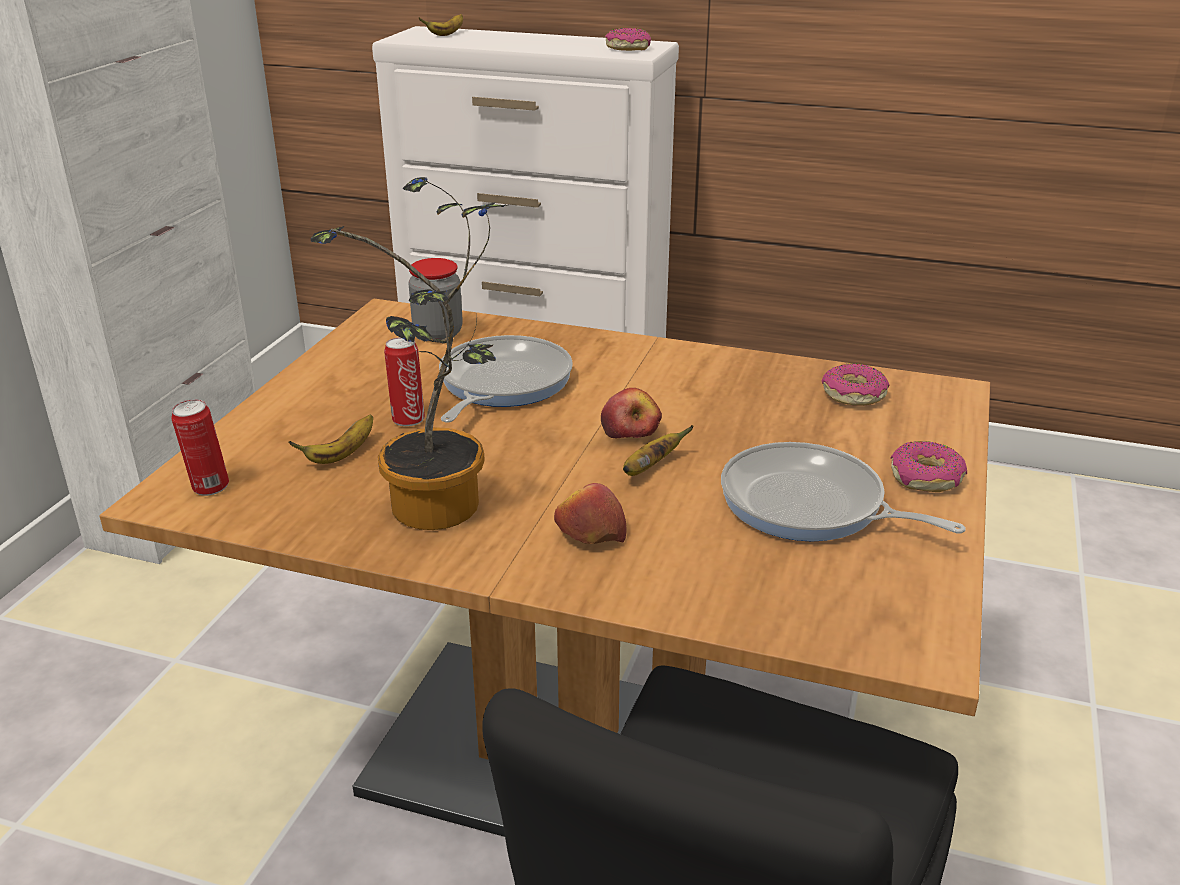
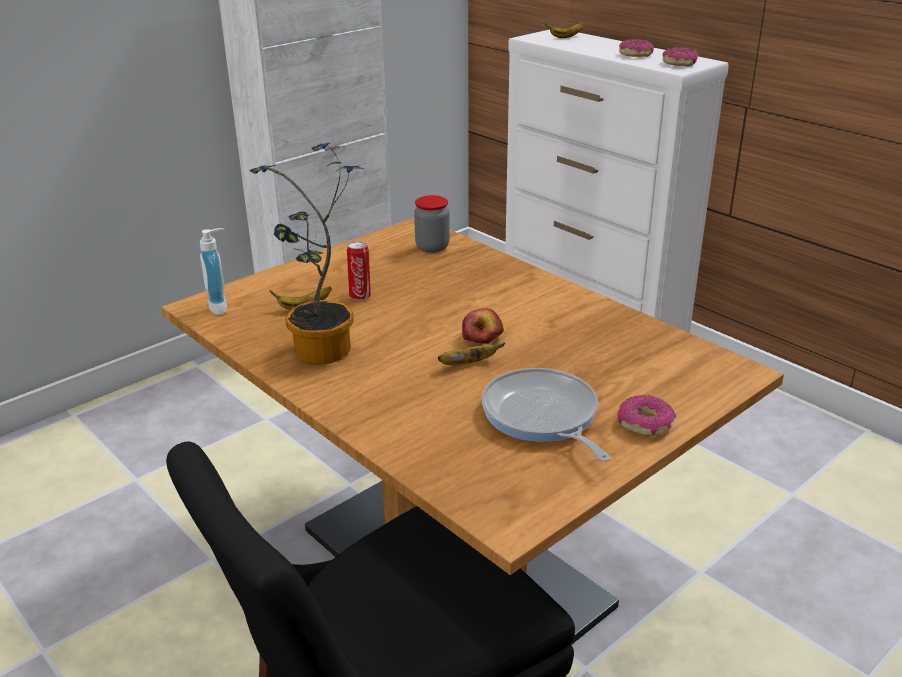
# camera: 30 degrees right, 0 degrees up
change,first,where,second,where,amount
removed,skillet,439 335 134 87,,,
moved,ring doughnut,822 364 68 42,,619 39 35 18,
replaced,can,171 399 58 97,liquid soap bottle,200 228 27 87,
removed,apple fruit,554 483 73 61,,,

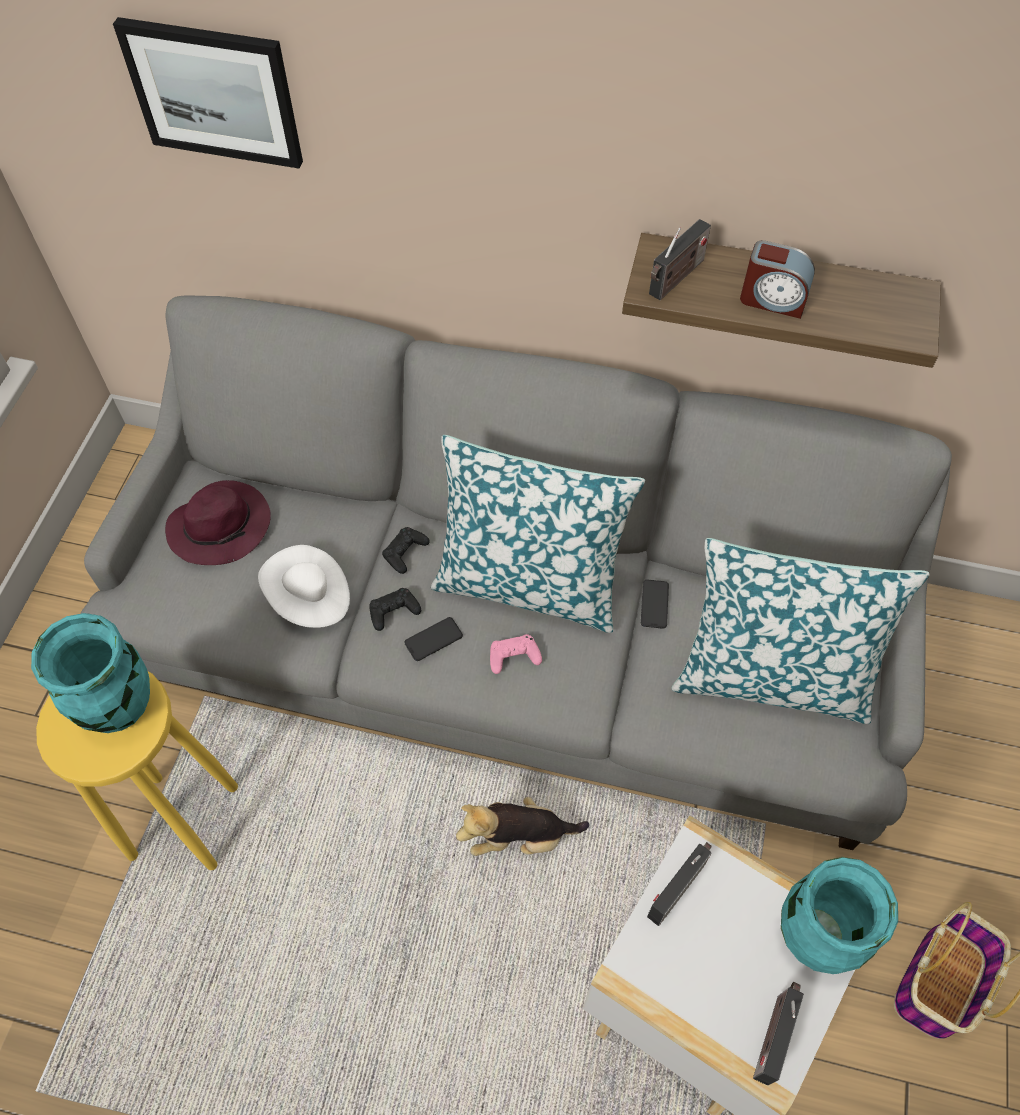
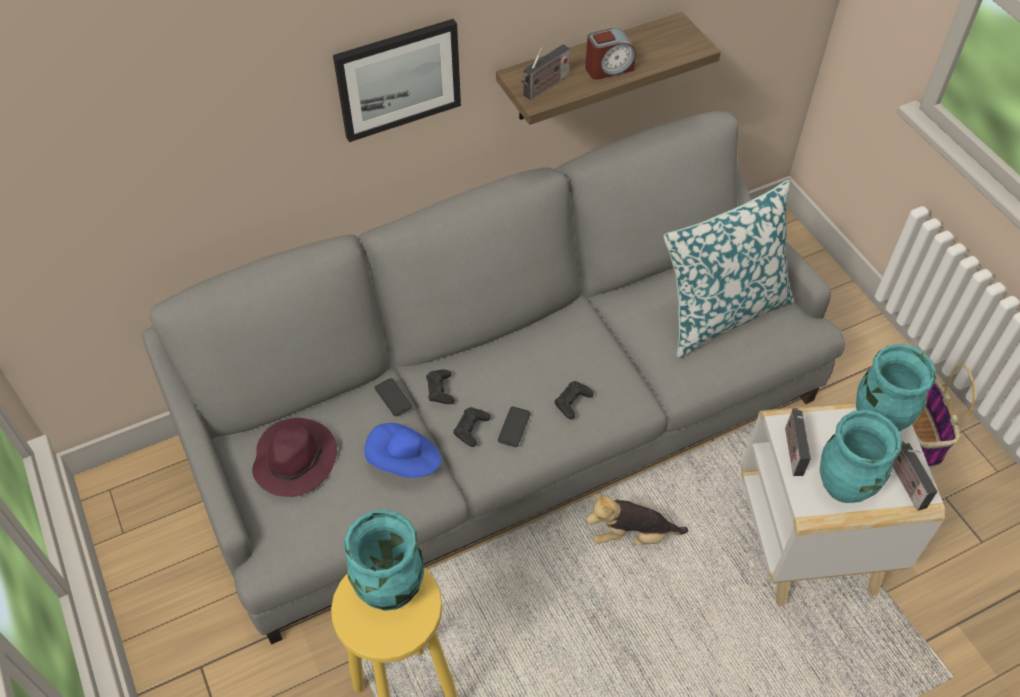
# camera: 40 degrees left, 5 degrees down
change,first,where,second,where,amount
moved,wall picture,113 17 190 151,,333 19 128 123,
turned,radio receiver,649 219 62 81,,521 44 49 56,45 degrees clockwise
removed,pillow,431 435 214 198,,,
recoloured,hat in whitish,258 545 92 83,hat in blue,364 423 78 55,
moved,handset,641 579 28 50,,375 378 37 38,
recoloured,game controller in pinkish,490 634 52 40,game controller in black-coloured,555 381 38 38,
turned,soft toy,456 797 133 59,,586 494 102 51,45 degrees clockwise
added,,,decorative vase in blue-green,819 410 83 93,

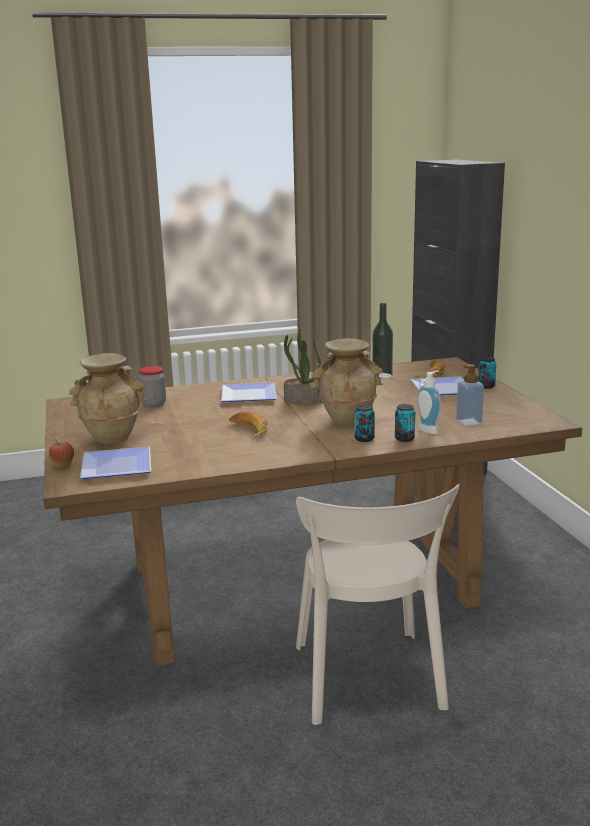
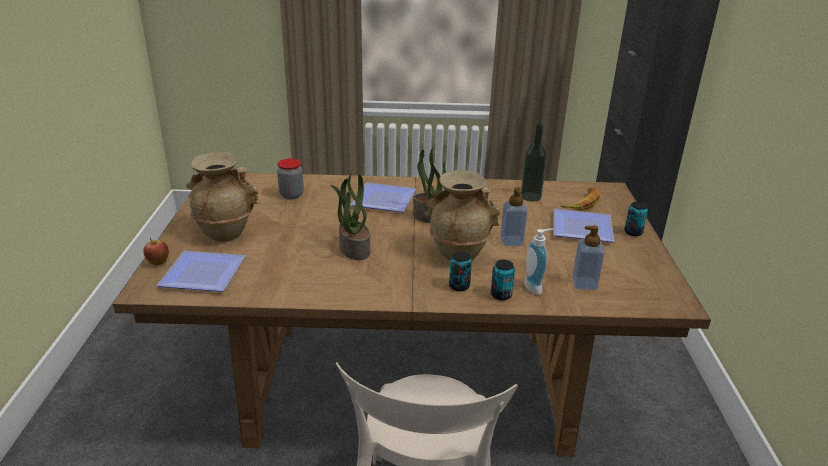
# camera: 15 degrees right, 10 degrees up
change,first,where,second,where,amount
replaced,banana fruit,229 412 39 26,houseplant,331 173 39 87,
added,,,liquid soap bottle,500 187 28 59,

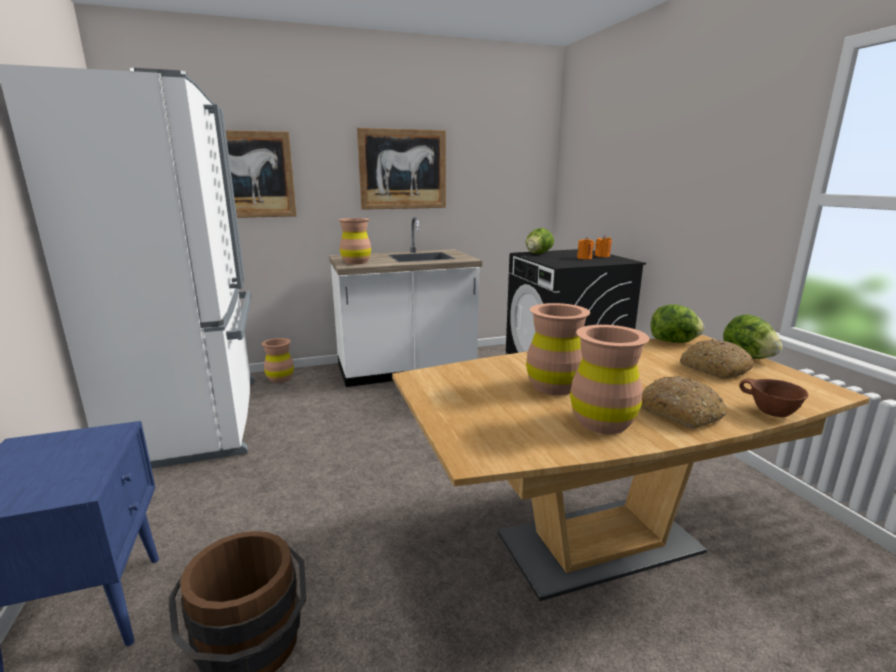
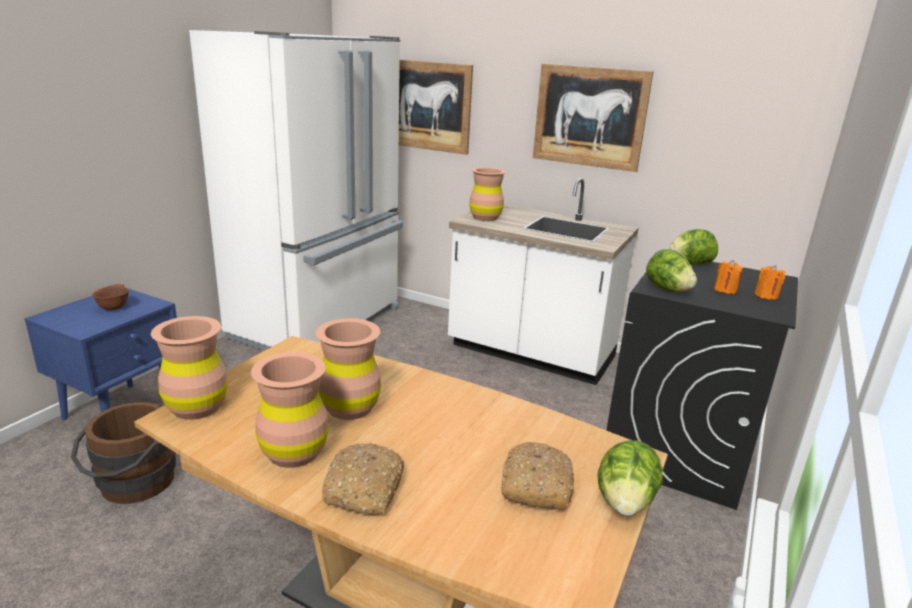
# camera: 45 degrees right, 5 degrees up
change,first,where,second,where,amount
moved,lettuce head,651 304 53 39,,646 249 51 43,
moved,decorative vase in brownish,261 338 33 45,,151 316 77 104,
moved,bowl in brownish,739 378 69 39,,92 284 37 26,

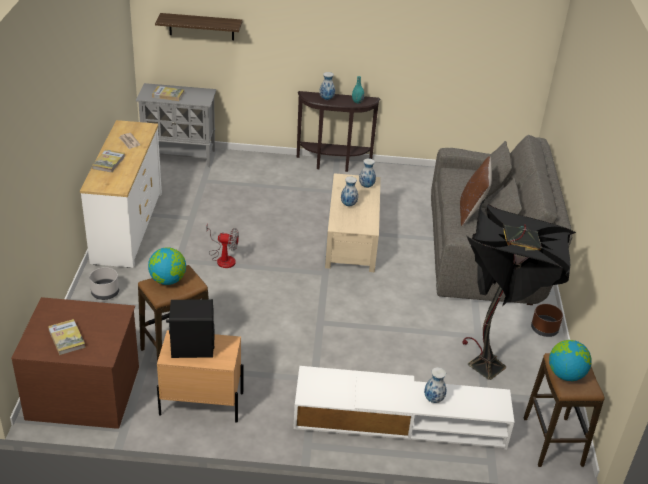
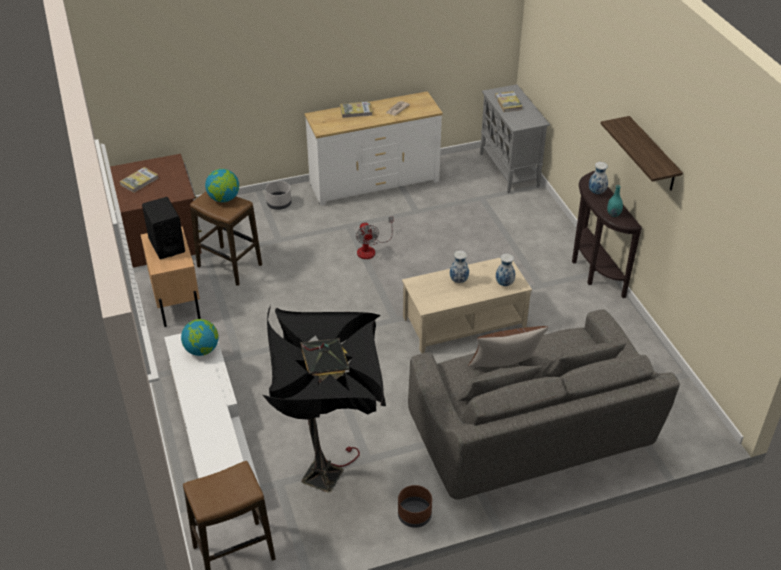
# camera: 70 degrees right, 5 degrees up
change,first,where,second,where,amount
moved,wall shelf,155 13 88 27,,601 116 82 75,
moved,desk globe,549 340 43 41,,181 319 37 37,
removed,decorative vase,424 367 23 36,,,

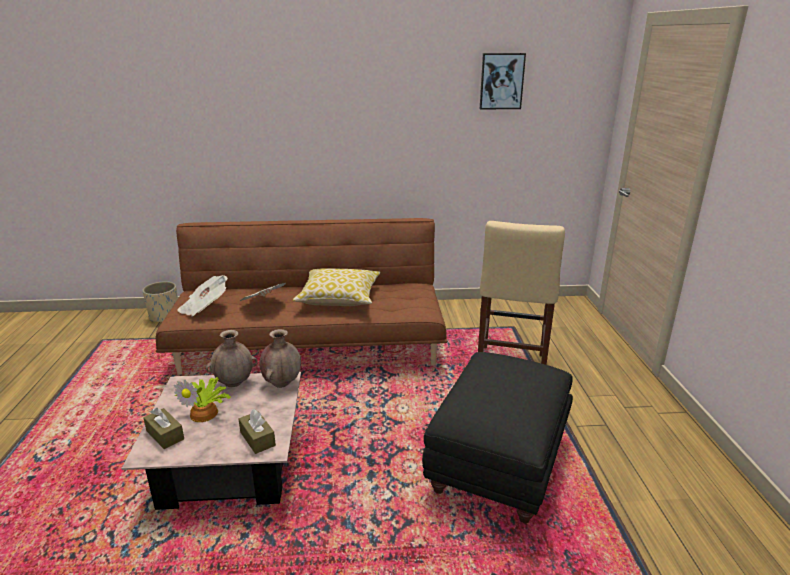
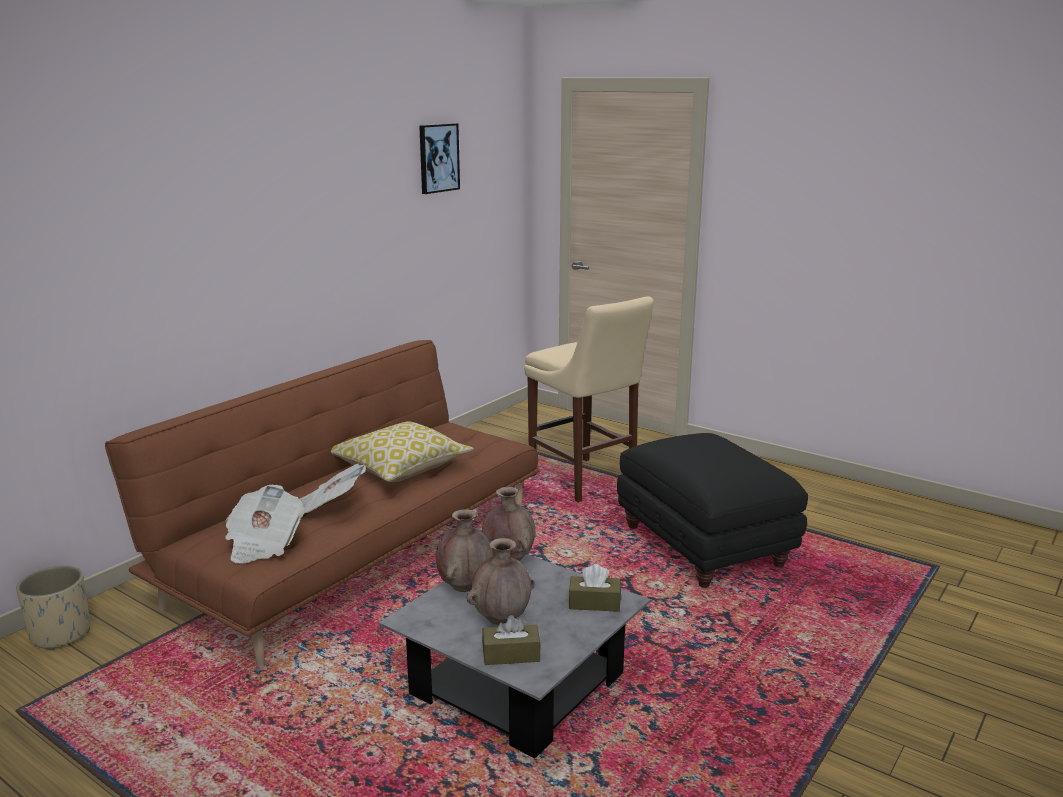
# camera: 50 degrees left, 5 degrees down
change,first,where,second,where,amount
recoloured,coffee table in pinkish,121 372 180 138,coffee table in grey,379 554 272 205,
replaced,houseplant,174 377 57 45,decorative vase in brownish,466 538 69 87,

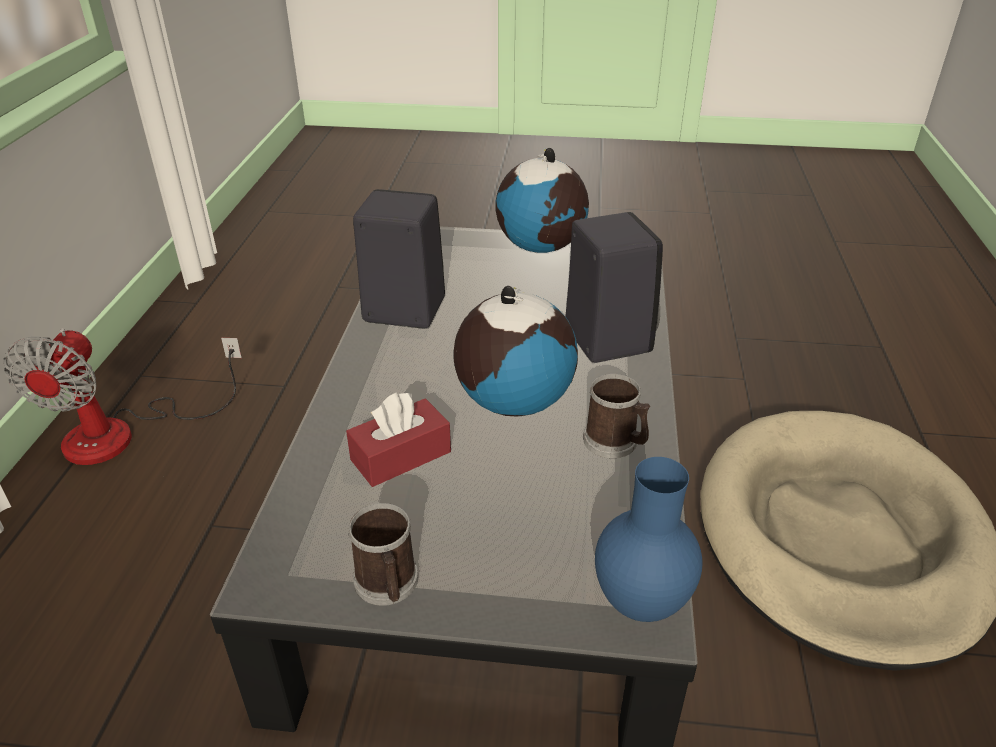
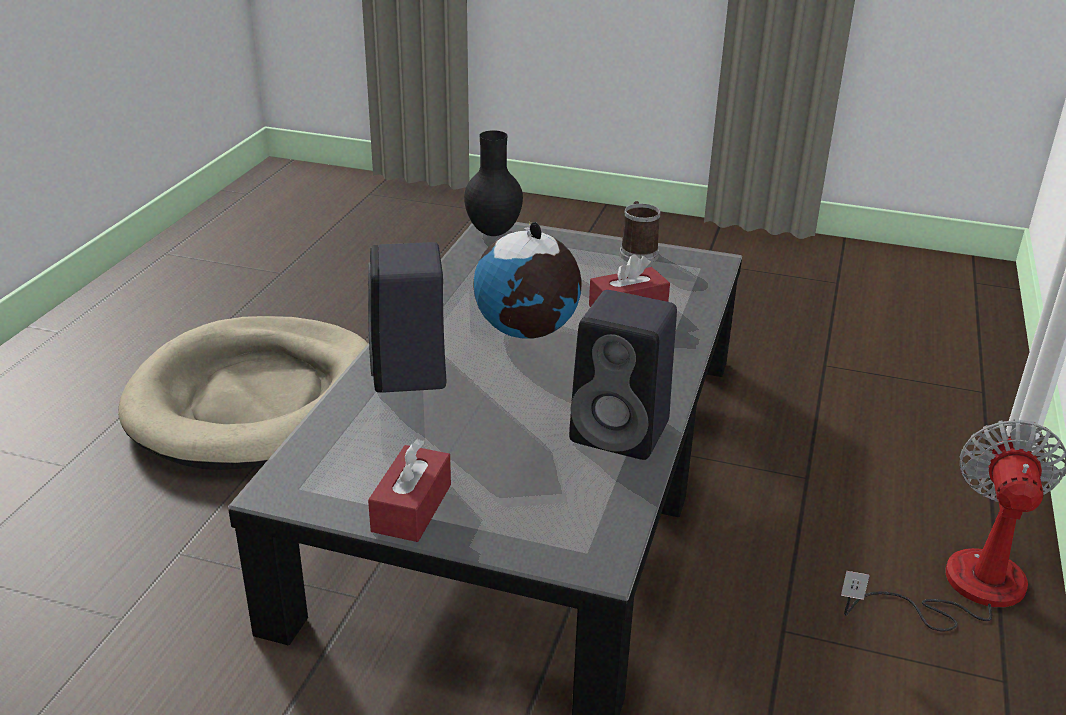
# camera: 170 degrees left, 5 degrees down
change,first,where,second,where,amount
replaced,desk globe,496 148 93 105,box of tissues in reddish,368 439 83 103,
removed,coffee mug,583 374 67 84,,,
recoloured,decorative vase in blue,595 457 108 165,decorative vase in black-coloured,464 130 59 106,

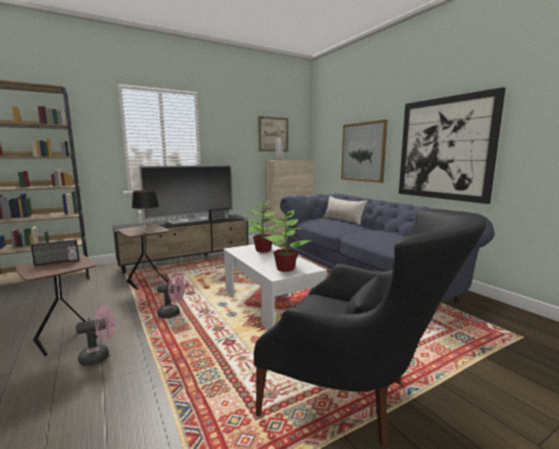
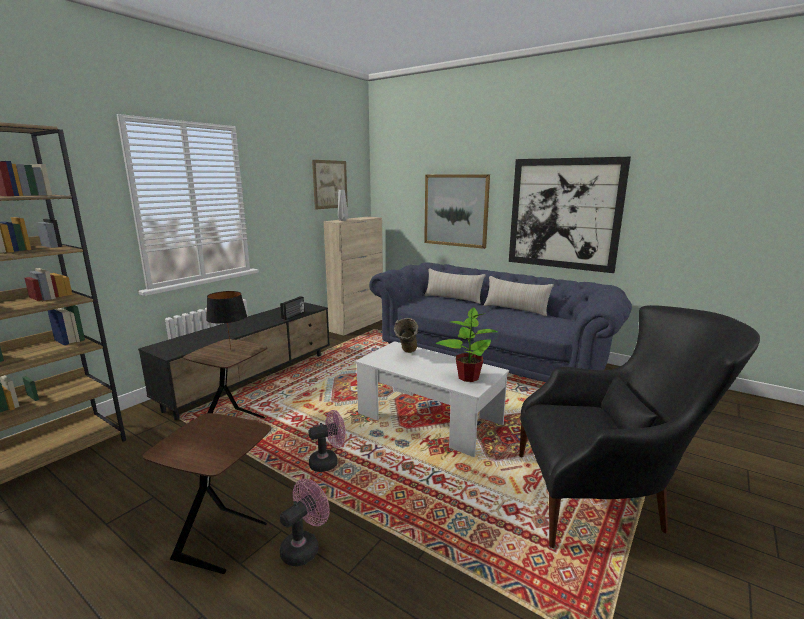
# camera: 25 degrees left, 5 degrees up
change,first,where,second,where,amount
removed,TV,139 165 94 59,,,
replaced,houseplant,243 201 44 52,decorative vase in beige-coloured,394 318 24 35,
removed,radio receiver,31 239 48 27,,,
added,,,pillow in beige-coloured,484 276 70 41,

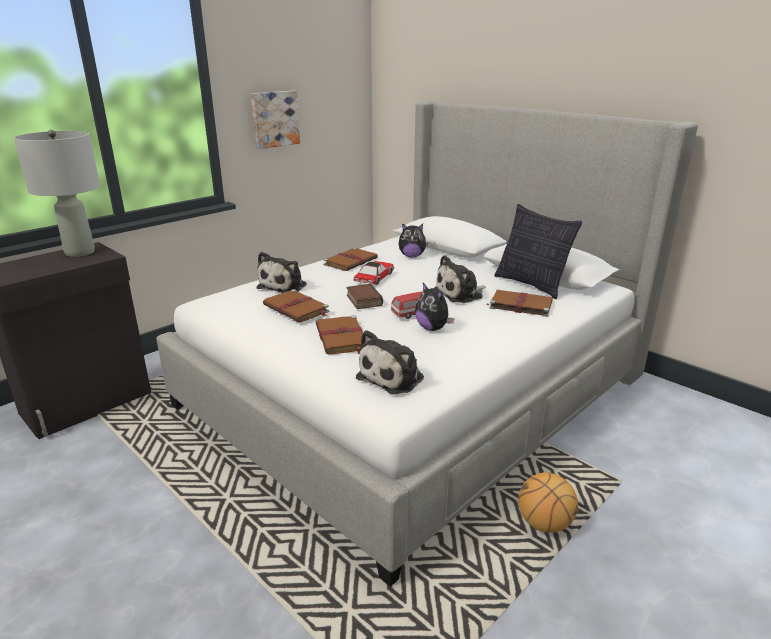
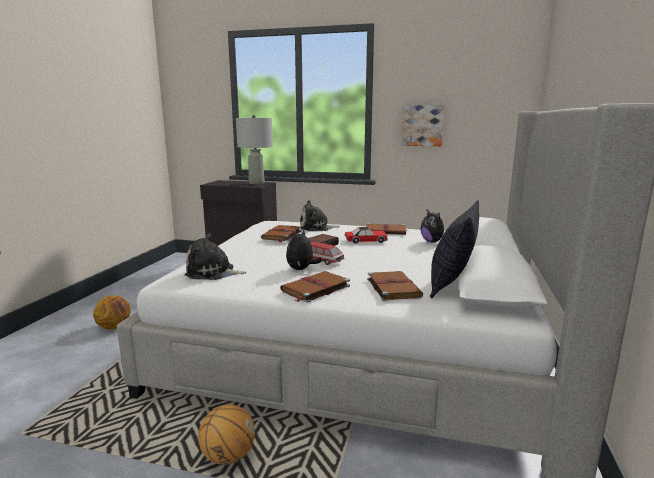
# camera: 60 degrees right, 10 degrees down
change,first,where,second,where,amount
removed,soft toy,434 255 52 48,,,
moved,book in brownish,316 315 47 39,,280 271 70 32,
added,,,basketball,93 295 38 35,

